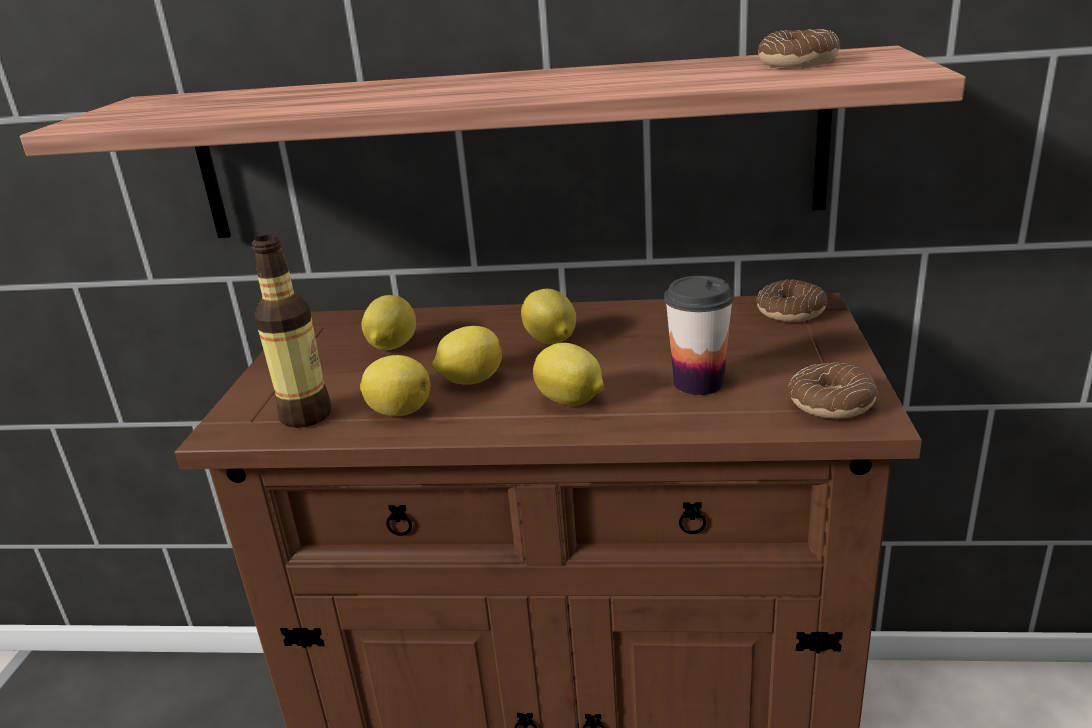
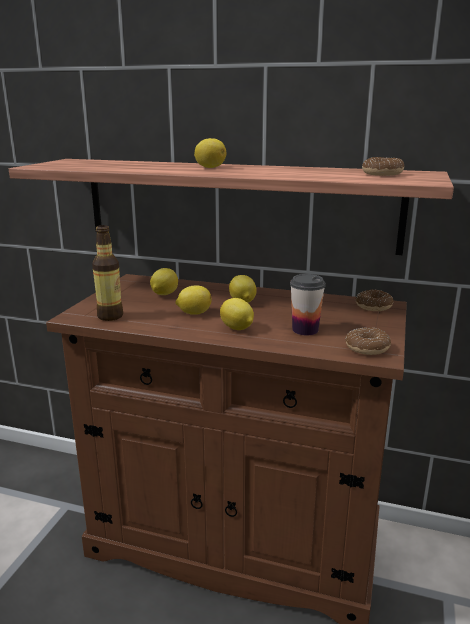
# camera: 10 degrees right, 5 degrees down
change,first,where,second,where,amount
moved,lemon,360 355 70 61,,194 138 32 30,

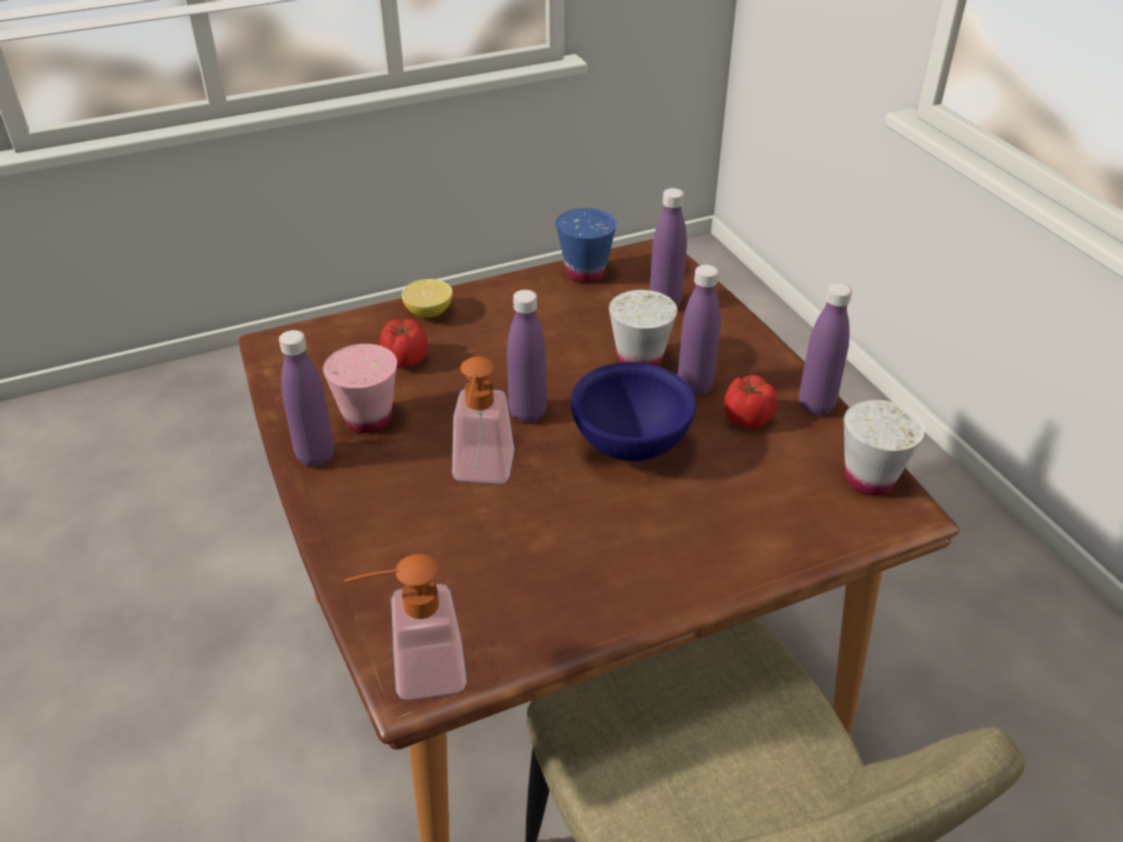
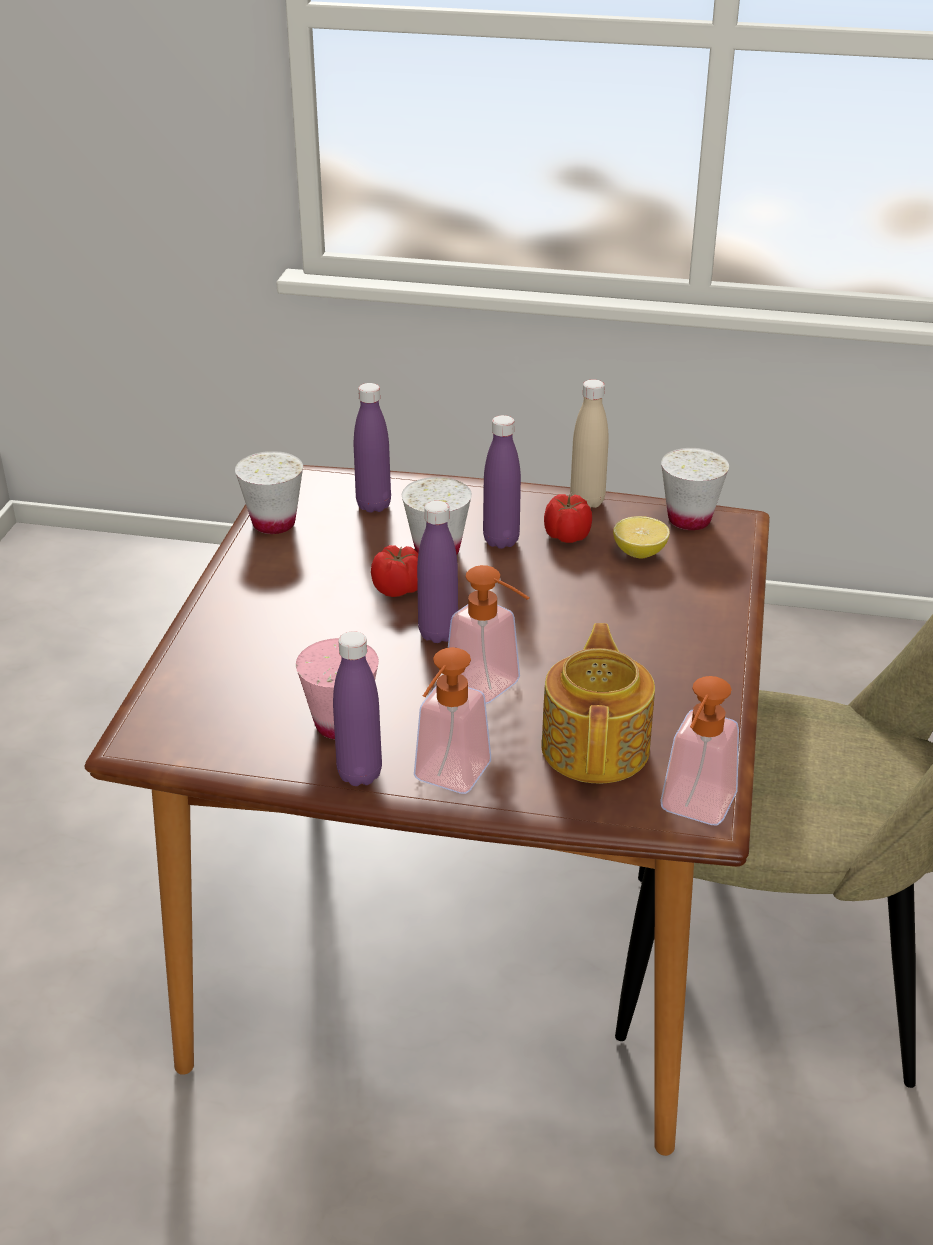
# camera: 55 degrees left, 5 degrees down
change,first,where,second,where,amount
recoloured,cup in blue,556 208 61 75,cup in whitish,235 451 68 83,
moved,lemon,402 279 51 39,,613 516 57 43,
recoloured,drink bottle in purple-coloured,799 283 53 132,drink bottle in beige-coloured,570 379 39 129,
moved,whole tomato,380 319 48 48,,371 545 47 52,
removed,bowl in blue,571 362 125 99,,,
added,,,teapot,541 623 114 161,
added,,,liquid soap bottle,414 647 77 147,

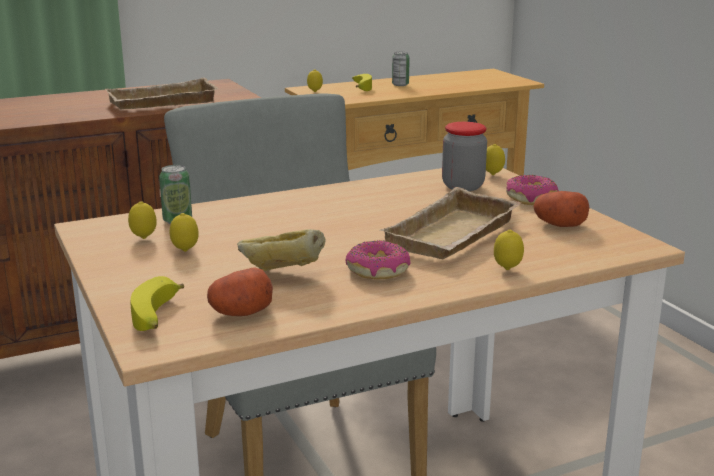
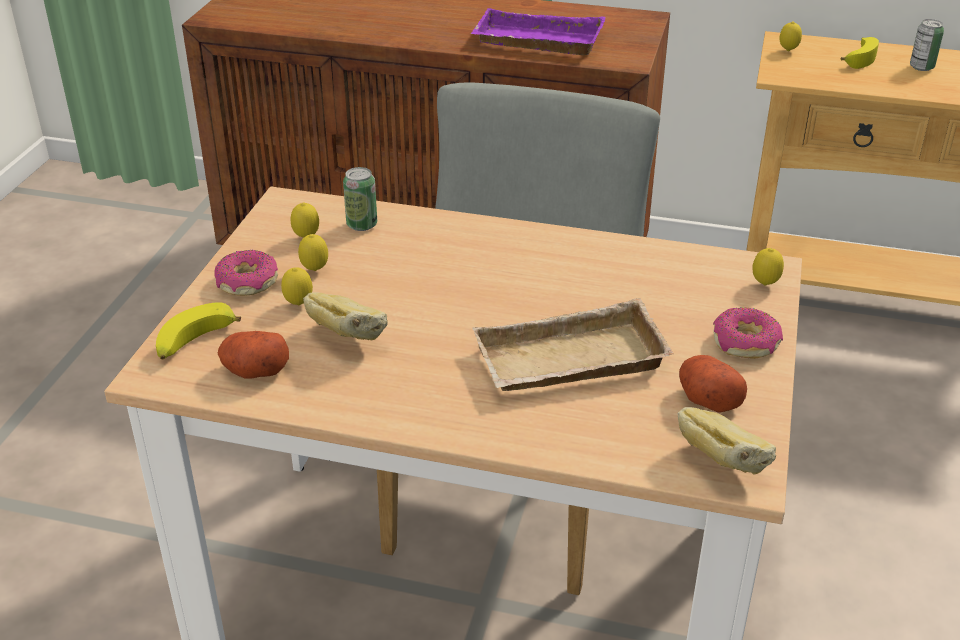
# camera: 40 degrees right, 15 degrees up
change,first,where,second,where,amount
recoloured,tray in beige-coloured,106 78 113 31,tray in purple-coloured,471 8 134 47,
removed,jar,442 122 45 69,,,
moved,lemon,494 230 30 40,,281 267 32 38,
moved,ring doughnut,346 240 64 39,,214 250 64 46,
added,,,baked bread,678 407 98 67,

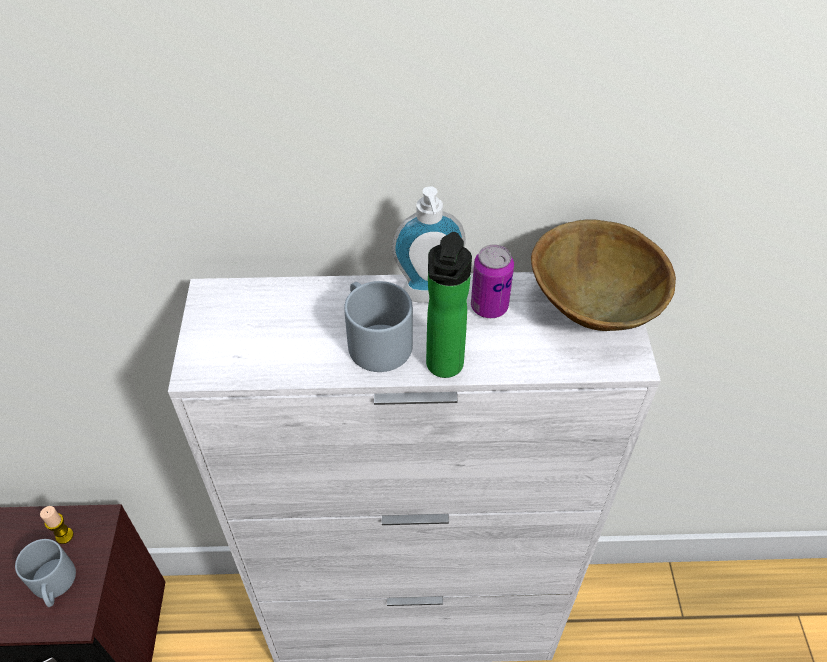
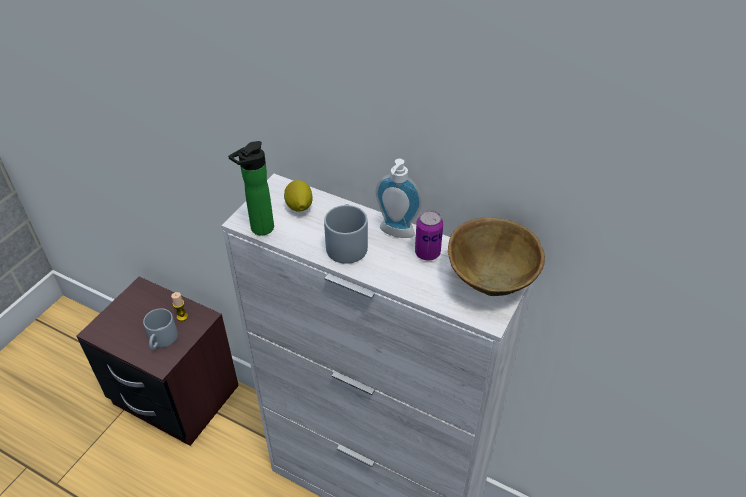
# camera: 30 degrees right, 5 degrees down
change,first,where,second,where,amount
moved,drink bottle,426 232 46 146,,228 141 46 95,
added,,,lemon,284 180 29 32,

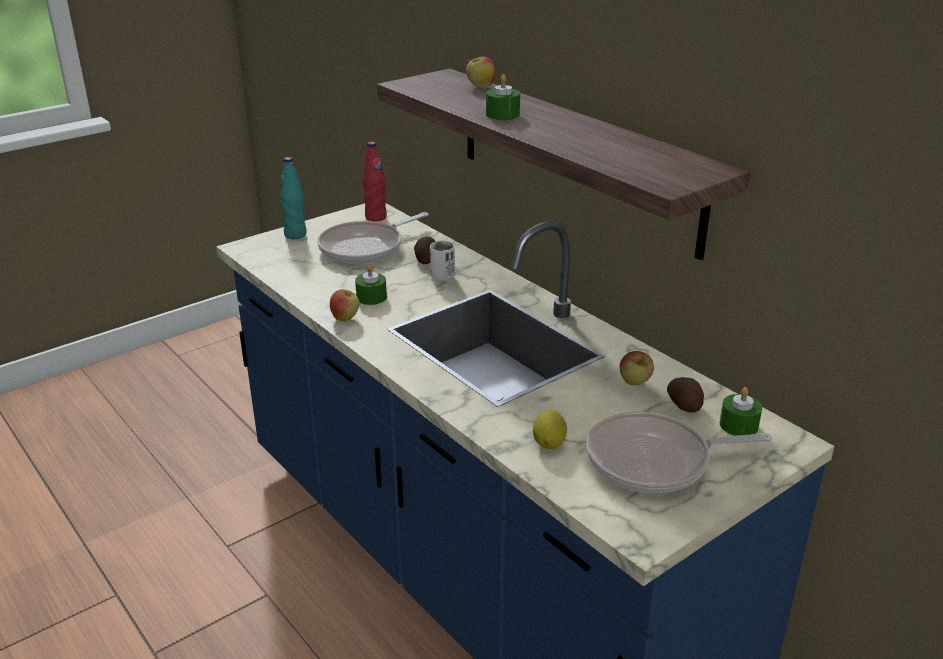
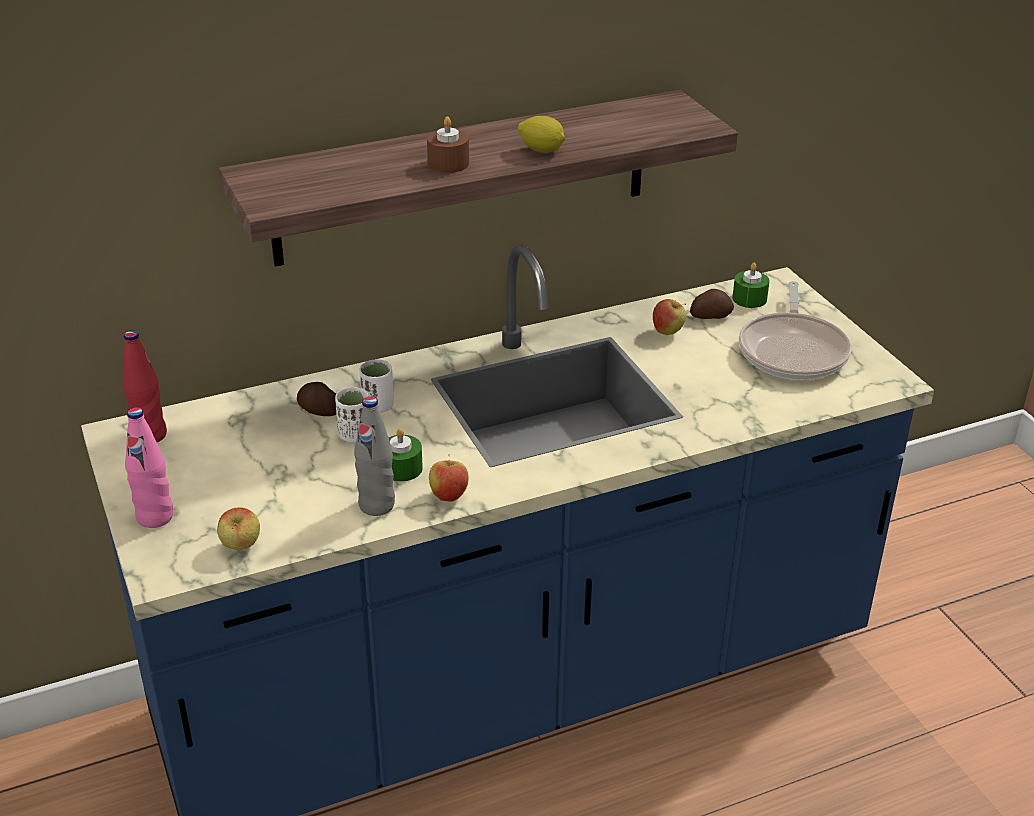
# camera: 75 degrees left, 5 degrees up
change,first,where,second,where,amount
moved,apple fruit,466 57 29 31,,217 507 43 43,
recoloured,wax candle in greenish,486 74 34 46,wax candle in brownish,427 116 42 57,
recoloured,drink bottle in blue-green,280 157 27 82,drink bottle in pinkish,125 407 48 121,
removed,skillet,317 212 111 52,,,
moved,lemon,533 410 34 39,,518 116 47 37,
added,,,cup in whitish,335 387 34 56,
added,,,drink bottle in grey,354 396 41 120,

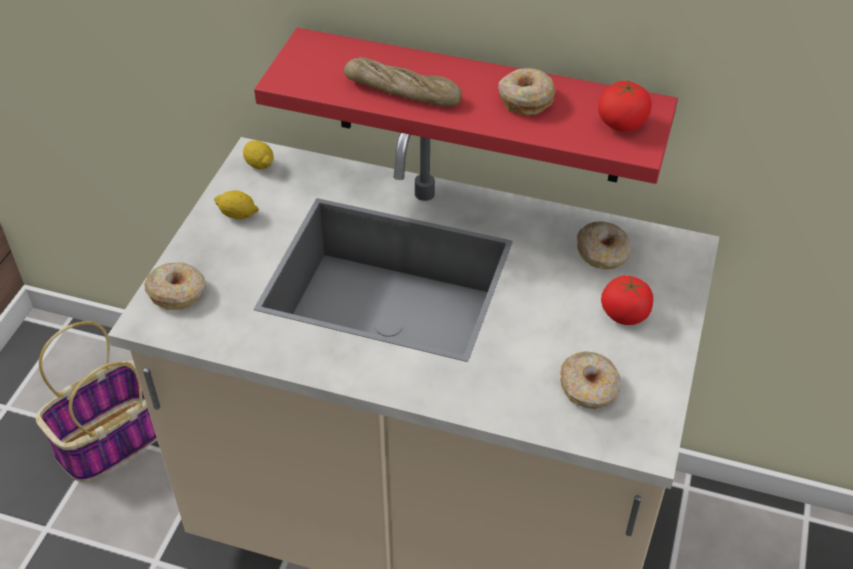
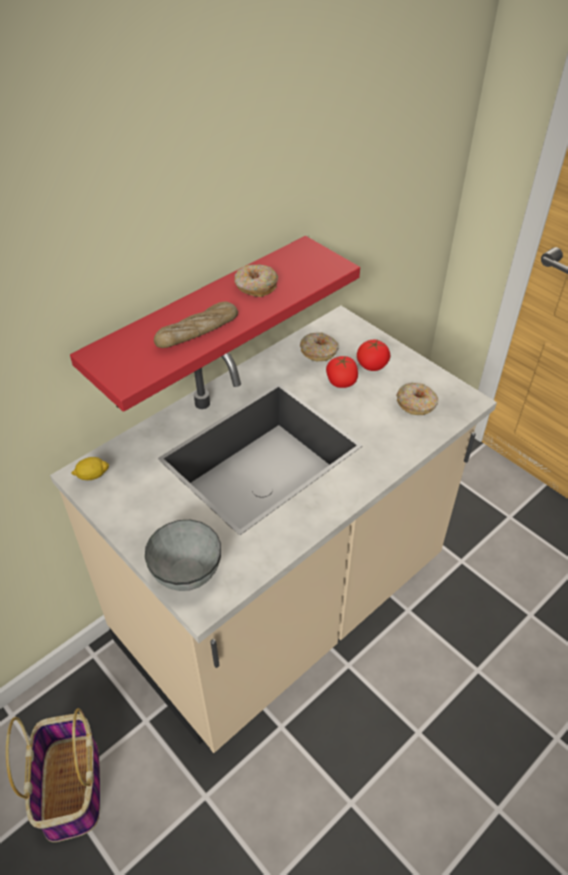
# camera: 60 degrees left, 0 degrees up
change,first,where,second,where,amount
moved,whole tomato,598 80 54 52,,326 356 32 32,
removed,lemon,214 190 45 29,,,
replaced,ring doughnut,144 262 62 48,bowl in grey,145 520 76 71,

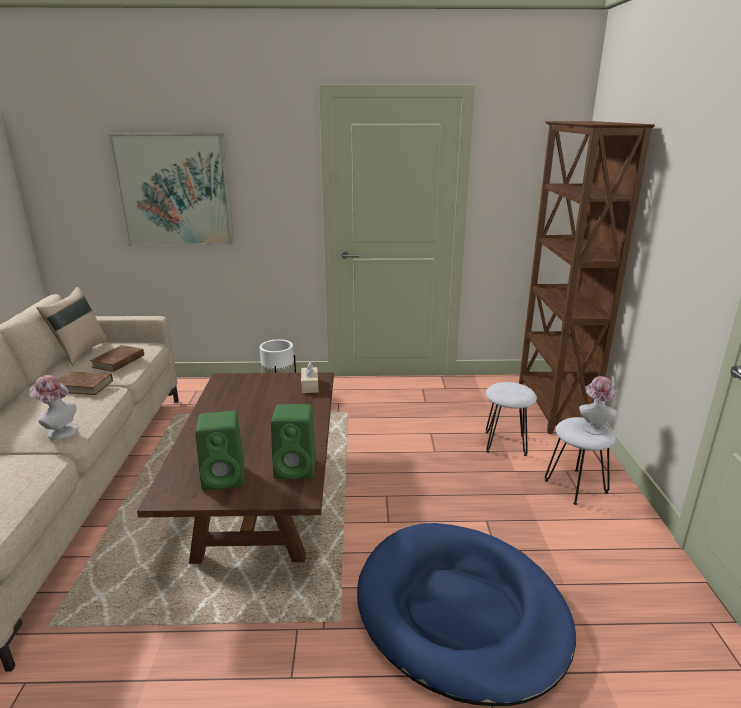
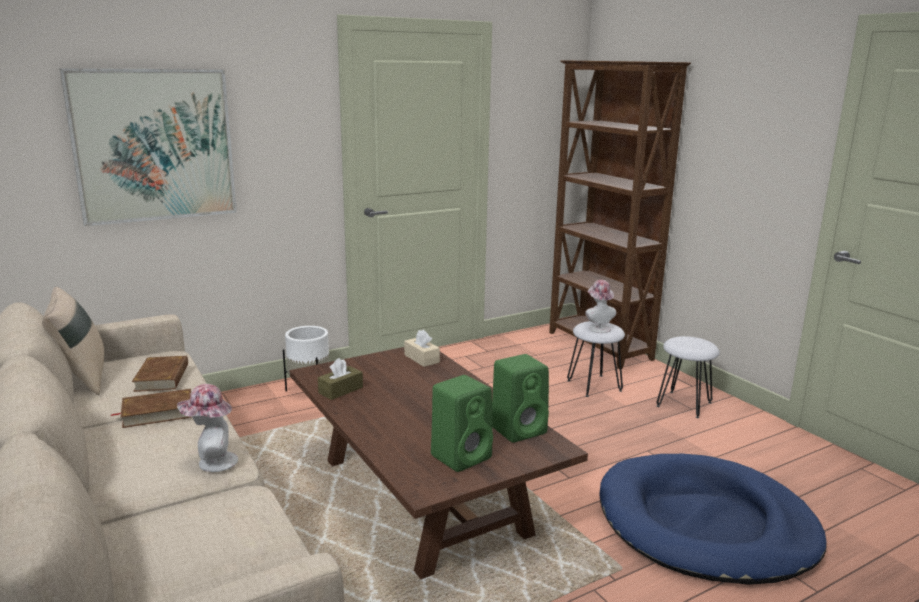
# camera: 30 degrees left, 5 degrees down
change,first,where,second,where,amount
moved,hat,579 376 38 59,,585 280 32 53,
added,,,box of tissues in brownish,318 358 45 42,

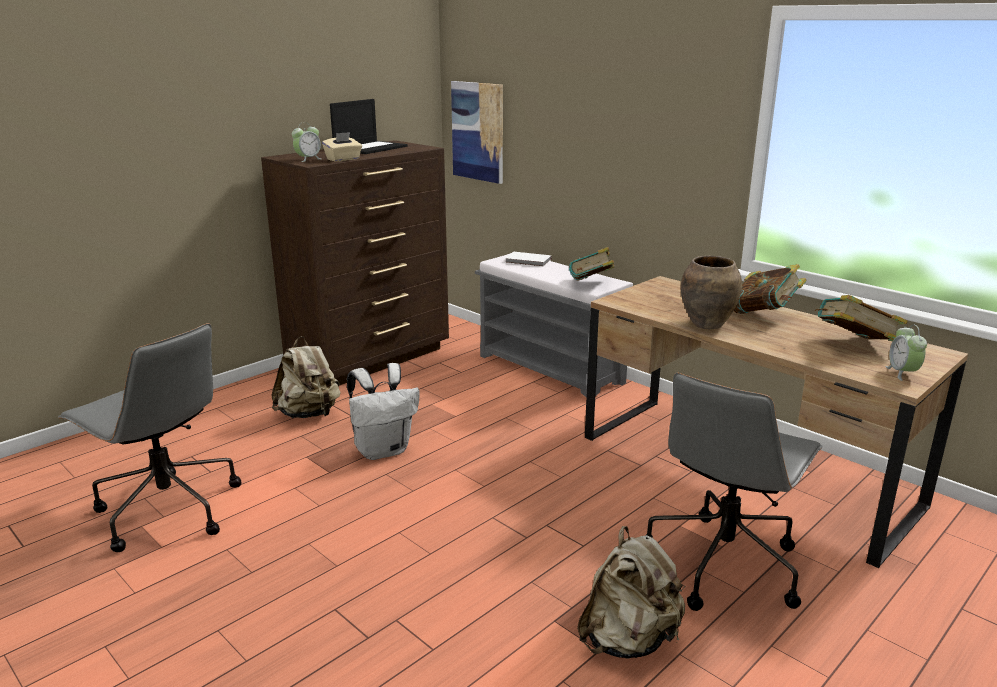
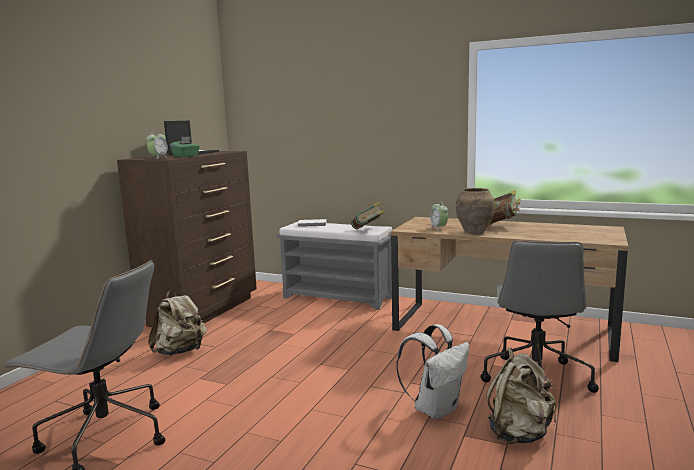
# camera: 20 degrees left, 10 degrees down
change,first,where,second,where,amount
removed,wall picture,451 81 52 103,,,
recoloured,box of tissues in beige-coloured,322 132 40 30,box of tissues in greenish,170 136 30 21,
removed,book,815 295 93 46,,,
moved,table clock,885 325 42 56,,430 201 18 30,
moved,rucksack in whitish,347 363 73 97,,396 324 73 95,

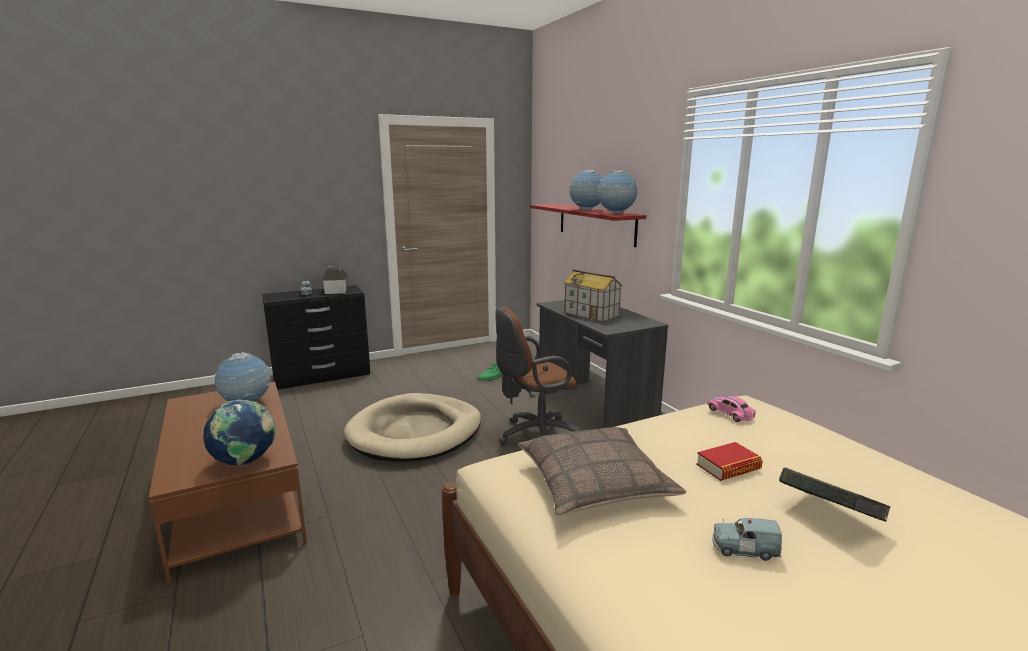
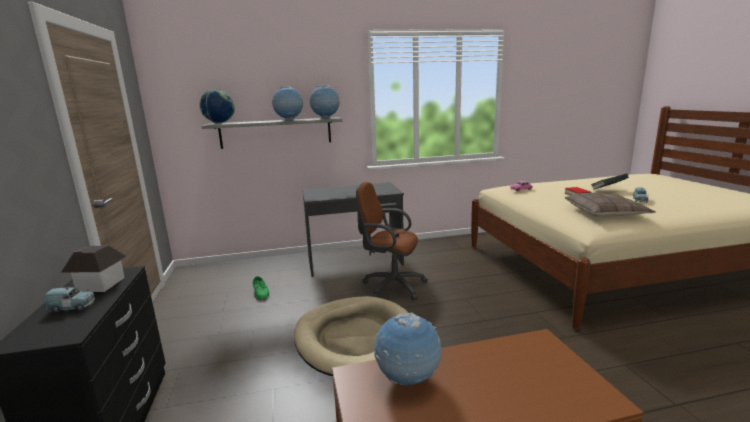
# camera: 75 degrees left, 0 degrees up
change,first,where,second,where,amount
recoloured,wall shelf in reddish,530 204 116 43,wall shelf in grey,202 117 140 32,
removed,toy house,564 270 58 52,,,
turned,desk chair in brownish,495 306 87 139,,356 182 71 118,120 degrees clockwise
moved,desk globe,203 399 73 67,,199 89 36 35,

